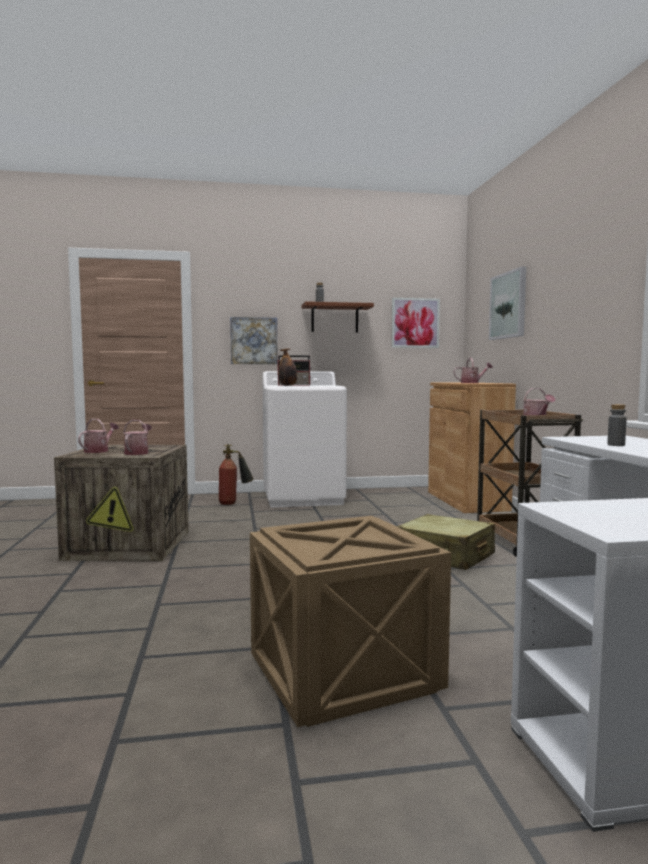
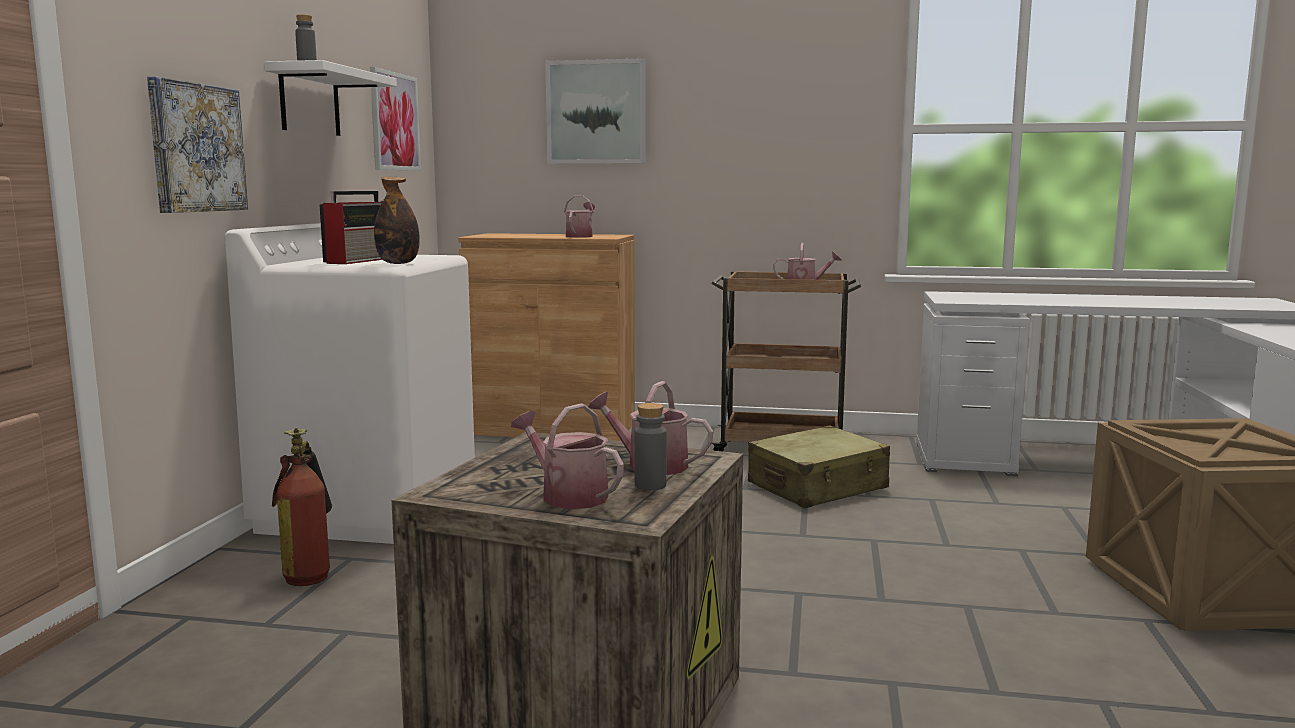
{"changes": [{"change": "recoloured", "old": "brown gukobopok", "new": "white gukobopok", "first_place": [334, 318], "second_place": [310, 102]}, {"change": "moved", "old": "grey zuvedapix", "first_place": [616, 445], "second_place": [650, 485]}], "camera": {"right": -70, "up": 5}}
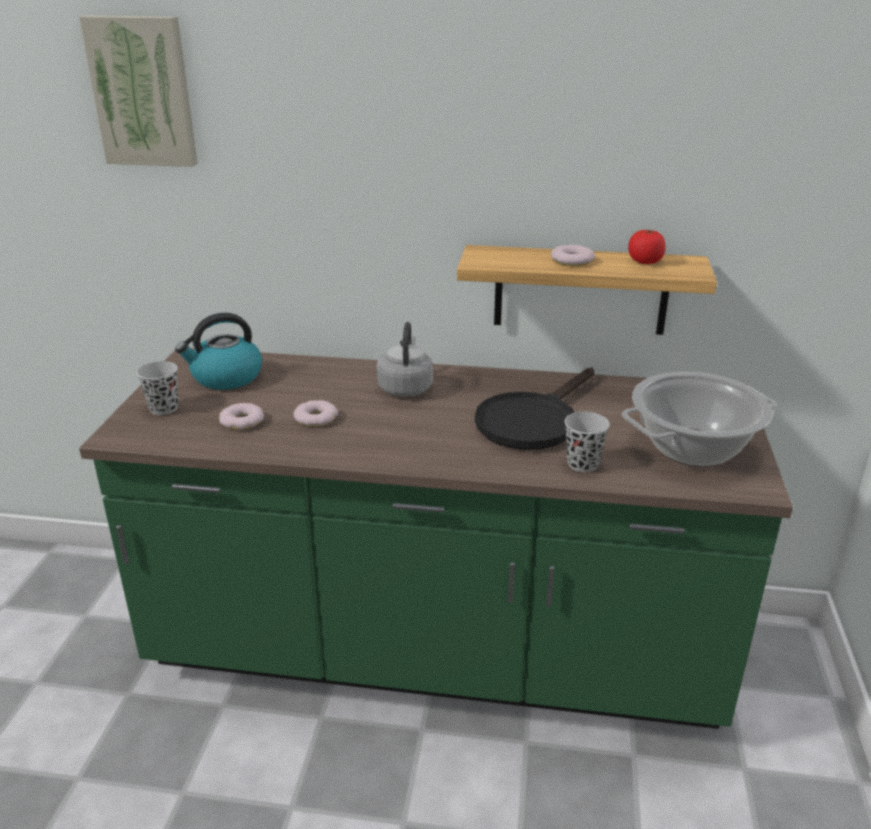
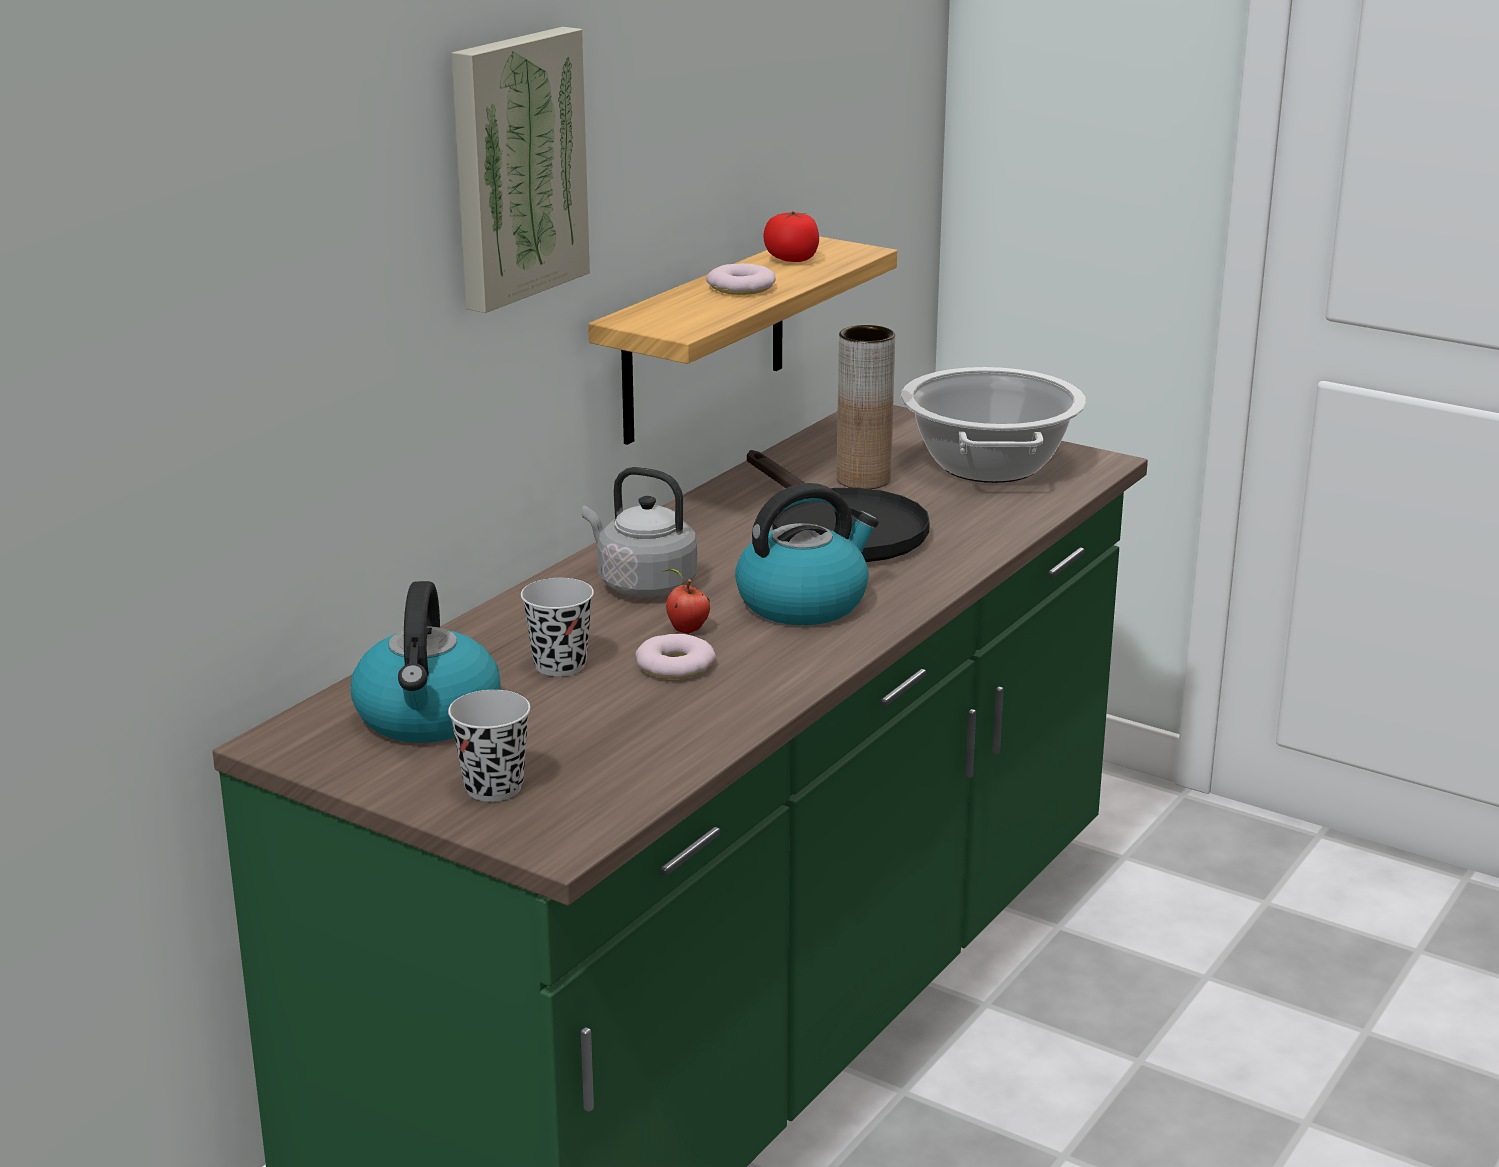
{"changes": [{"change": "moved", "old": "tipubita", "first_place": [143, 92], "second_place": [514, 166]}, {"change": "removed", "old": "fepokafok", "first_place": [242, 421]}, {"change": "moved", "old": "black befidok", "first_place": [582, 464], "second_place": [560, 665]}, {"change": "added", "new": "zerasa", "second_place": [685, 630]}, {"change": "added", "new": "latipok", "second_place": [804, 602]}, {"change": "added", "new": "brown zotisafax", "second_place": [863, 480]}], "camera": {"right": -65, "up": -5}}
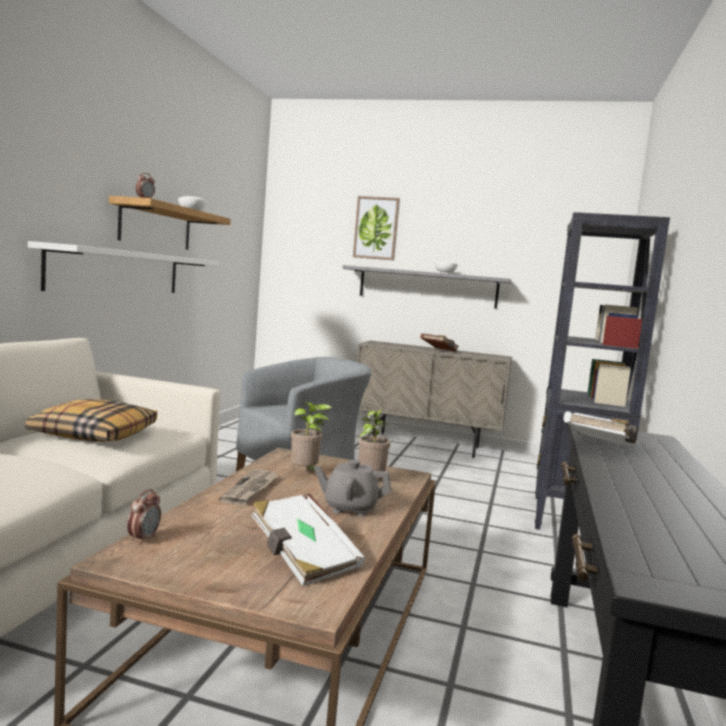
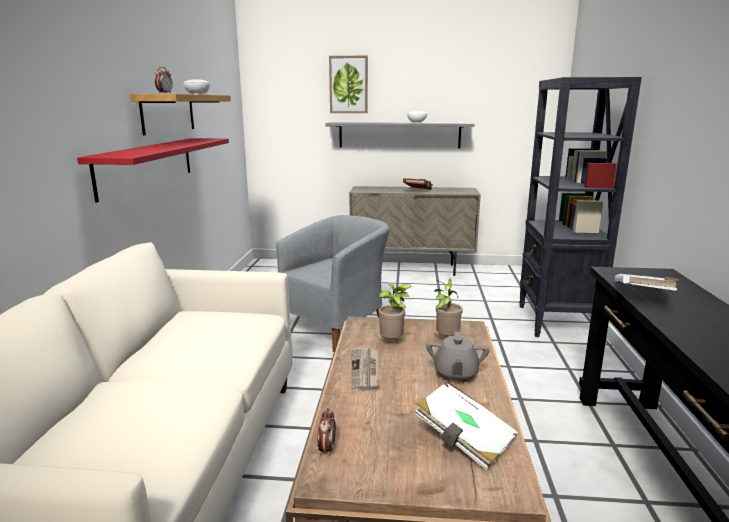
{"changes": [{"change": "removed", "old": "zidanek", "first_place": [94, 434]}, {"change": "recoloured", "old": "white gukobopok", "new": "red gukobopok", "first_place": [118, 271], "second_place": [148, 165]}, {"change": "turned", "old": "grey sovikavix", "first_place": [350, 508], "second_place": [455, 375], "degrees": -75}], "camera": {"right": -10, "up": 10}}
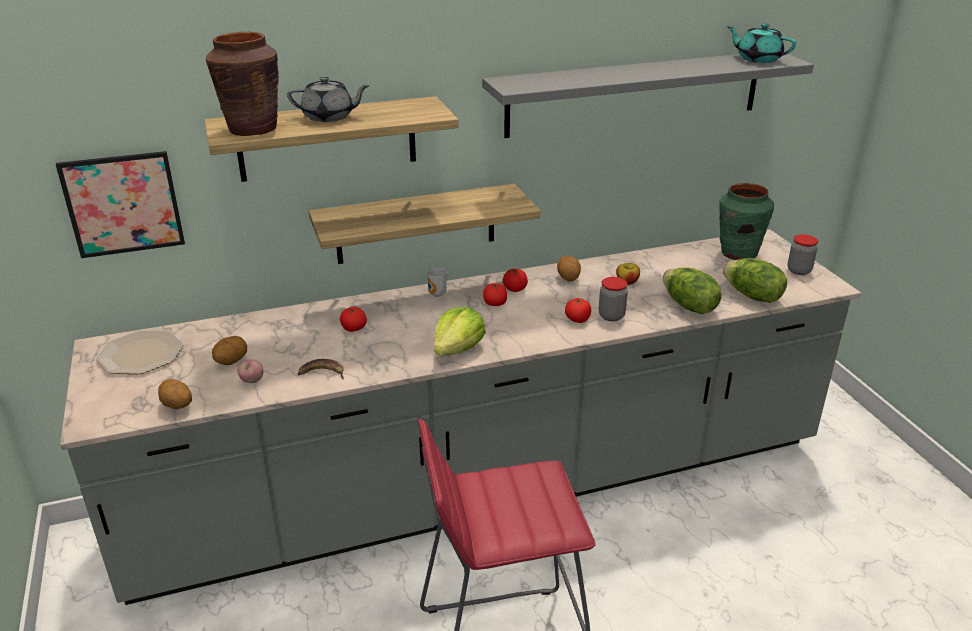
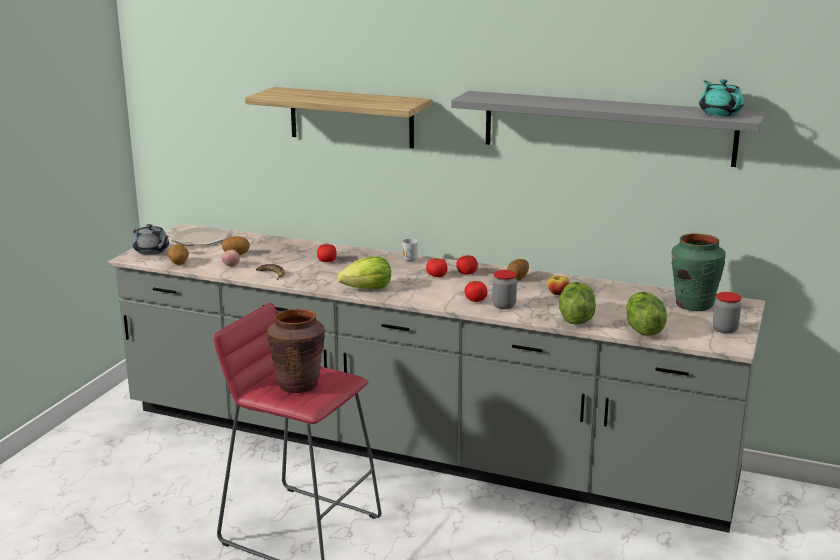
{"changes": [{"change": "removed", "old": "tipubita", "first_place": [123, 204]}, {"change": "moved", "old": "brown zotisafax", "first_place": [252, 129], "second_place": [298, 385]}, {"change": "moved", "old": "grey sovikavix", "first_place": [329, 117], "second_place": [152, 251]}, {"change": "removed", "old": "gukobopok", "first_place": [416, 224]}], "camera": {"right": 40, "up": -10}}
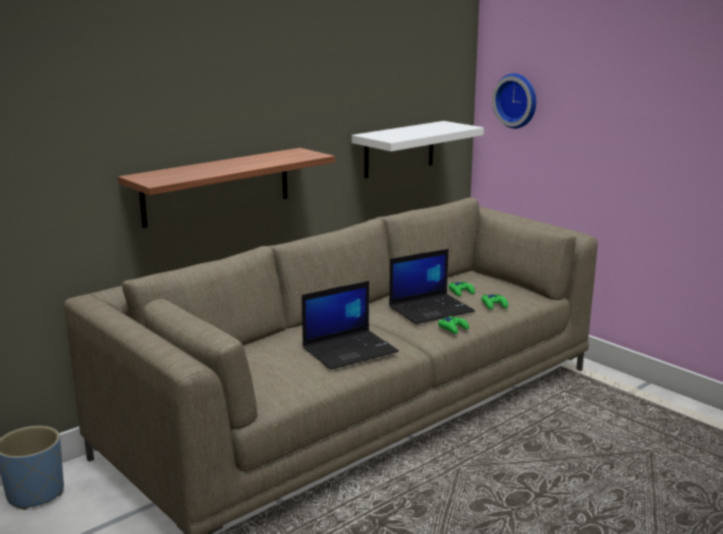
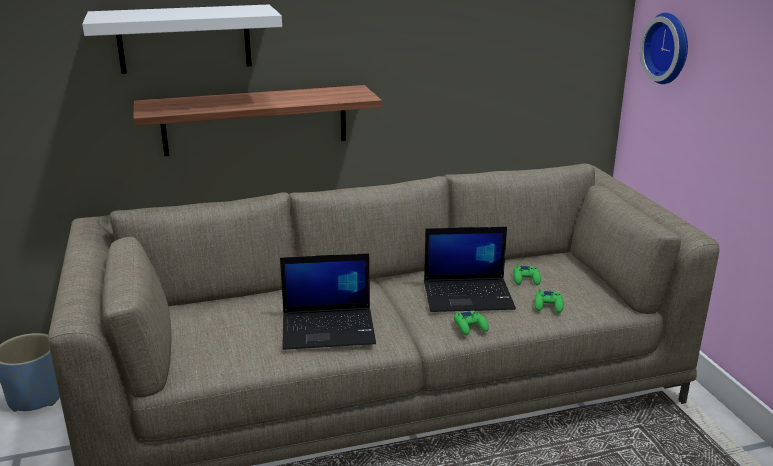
{"changes": [{"change": "moved", "old": "white gukobopok", "first_place": [399, 149], "second_place": [184, 39]}], "camera": {"right": 25, "up": 5}}
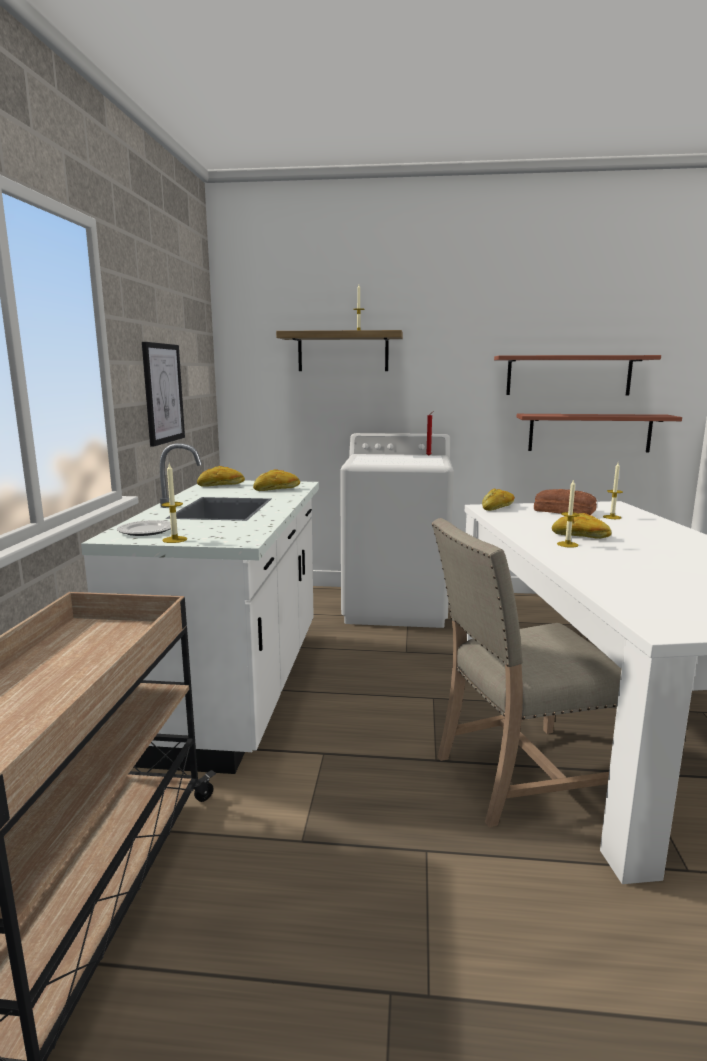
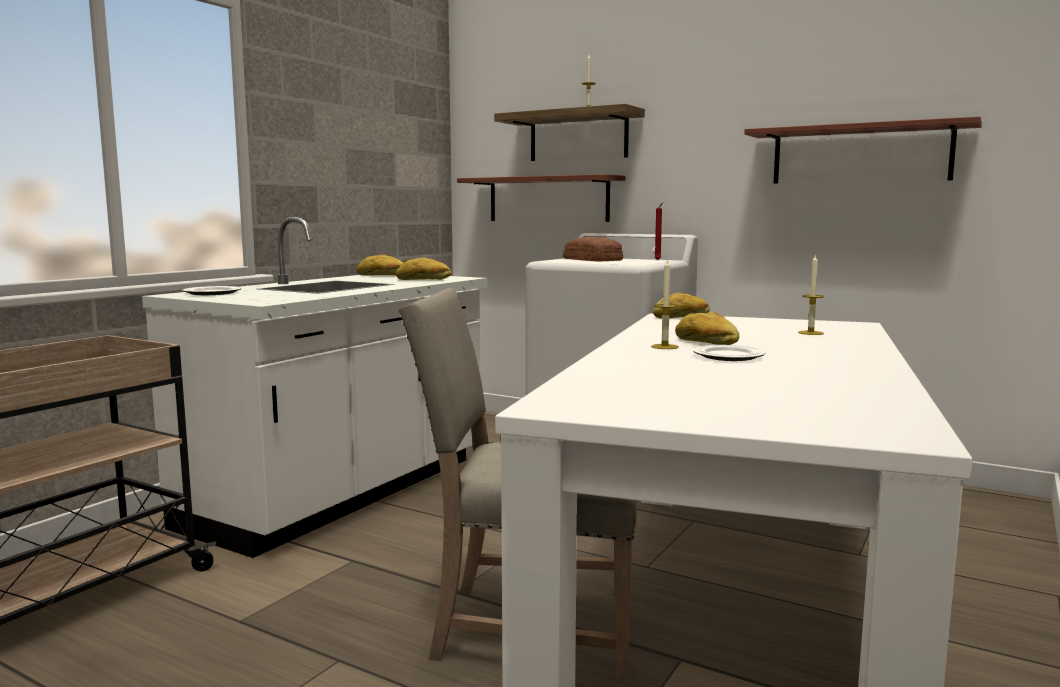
{"changes": [{"change": "removed", "old": "tipubita", "first_place": [163, 393]}, {"change": "removed", "old": "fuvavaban", "first_place": [174, 539]}, {"change": "moved", "old": "gukobopok", "first_place": [589, 432], "second_place": [548, 199]}, {"change": "moved", "old": "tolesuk", "first_place": [564, 511], "second_place": [593, 259]}, {"change": "added", "new": "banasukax", "second_place": [728, 356]}], "camera": {"right": 25, "up": -5}}
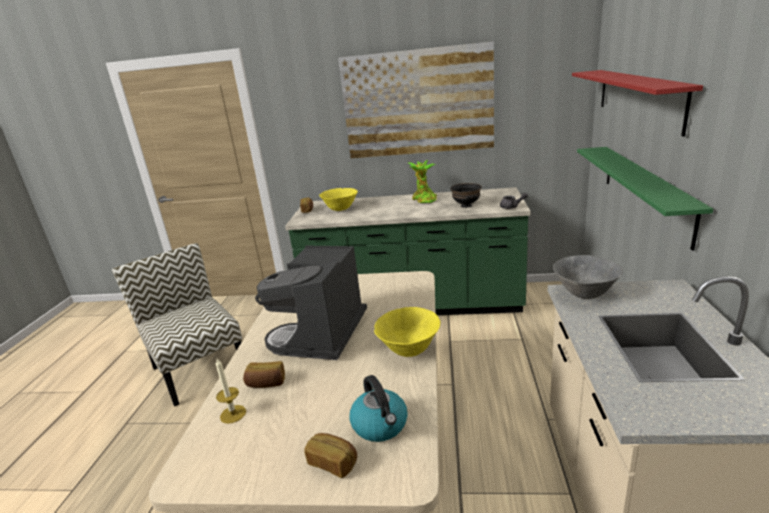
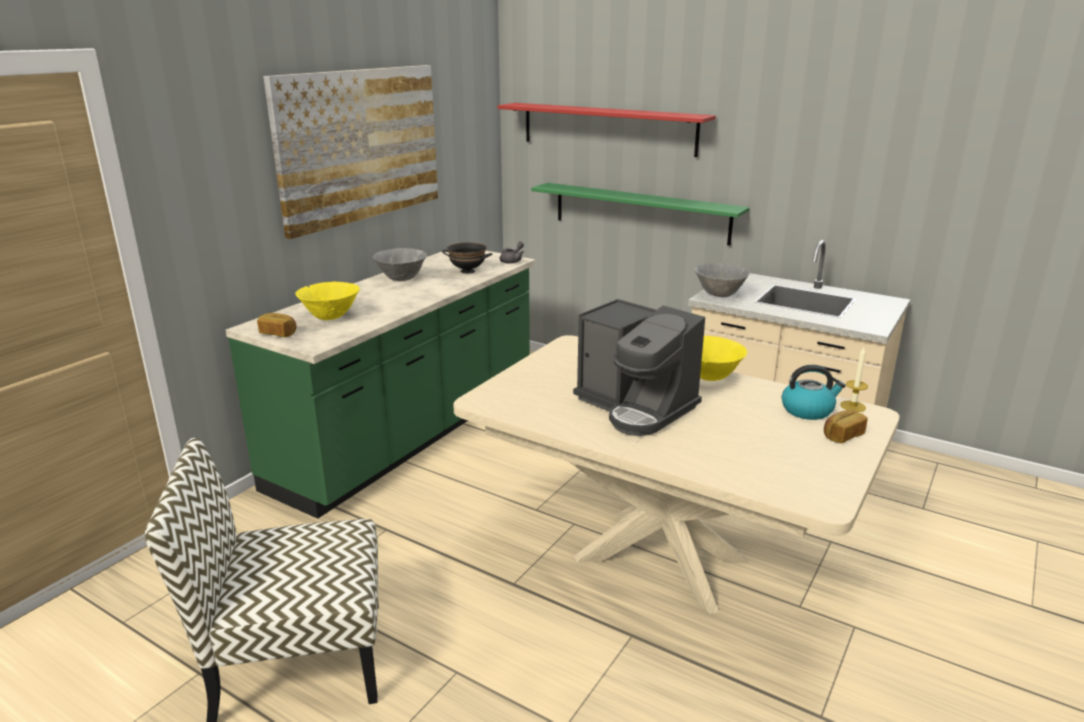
{"changes": [{"change": "moved", "old": "fuvavaban", "first_place": [233, 414], "second_place": [853, 406]}, {"change": "removed", "old": "tolesuk", "first_place": [266, 383]}, {"change": "replaced", "old": "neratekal", "new": "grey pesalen", "first_place": [423, 199], "second_place": [402, 279]}], "camera": {"right": -65, "up": 0}}
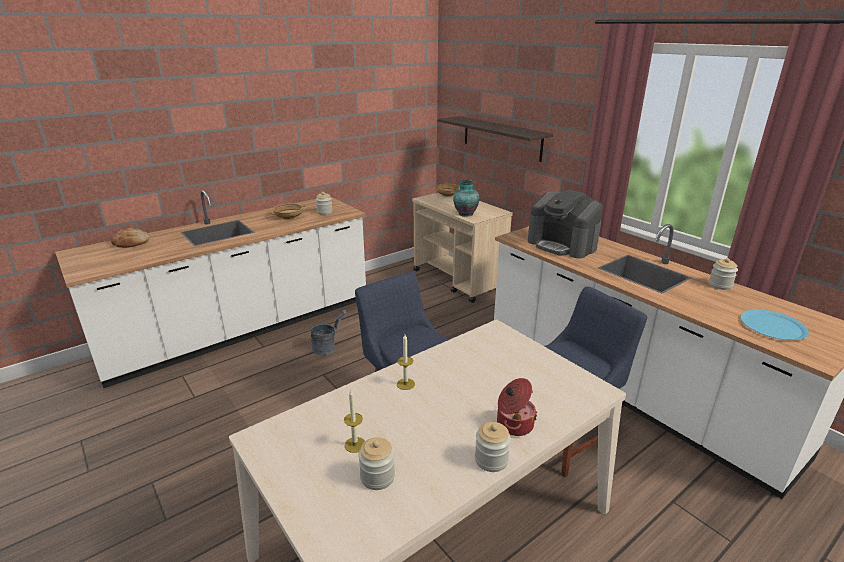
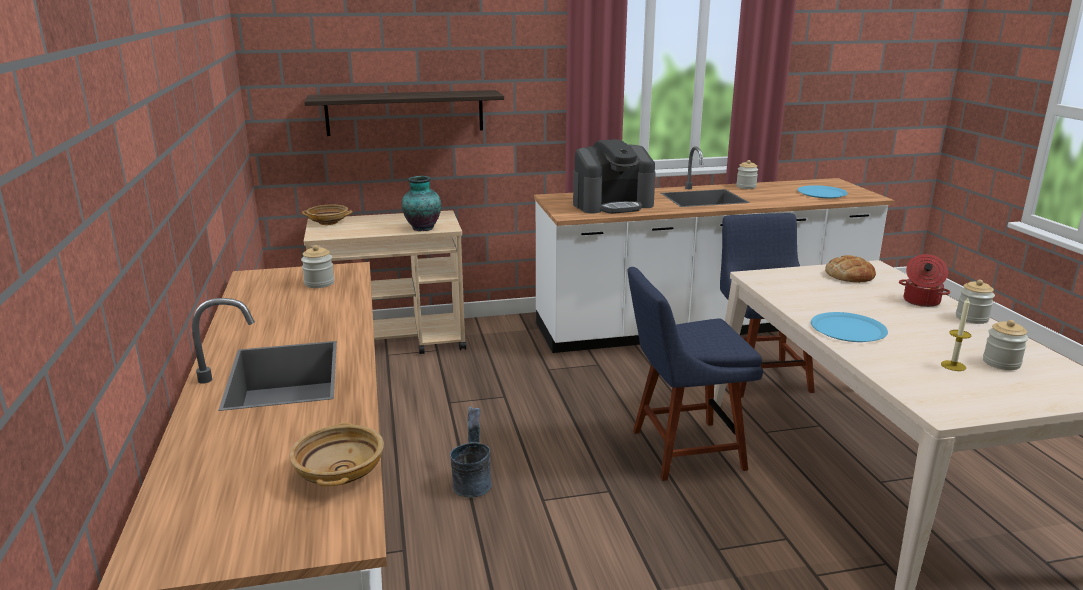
{"changes": [{"change": "moved", "old": "tolesuk", "first_place": [131, 242], "second_place": [849, 275]}, {"change": "moved", "old": "beige pesalen", "first_place": [289, 217], "second_place": [339, 472]}, {"change": "replaced", "old": "fuvavaban", "new": "blue banasukax", "first_place": [405, 384], "second_place": [848, 329]}], "camera": {"right": -65, "up": -5}}
